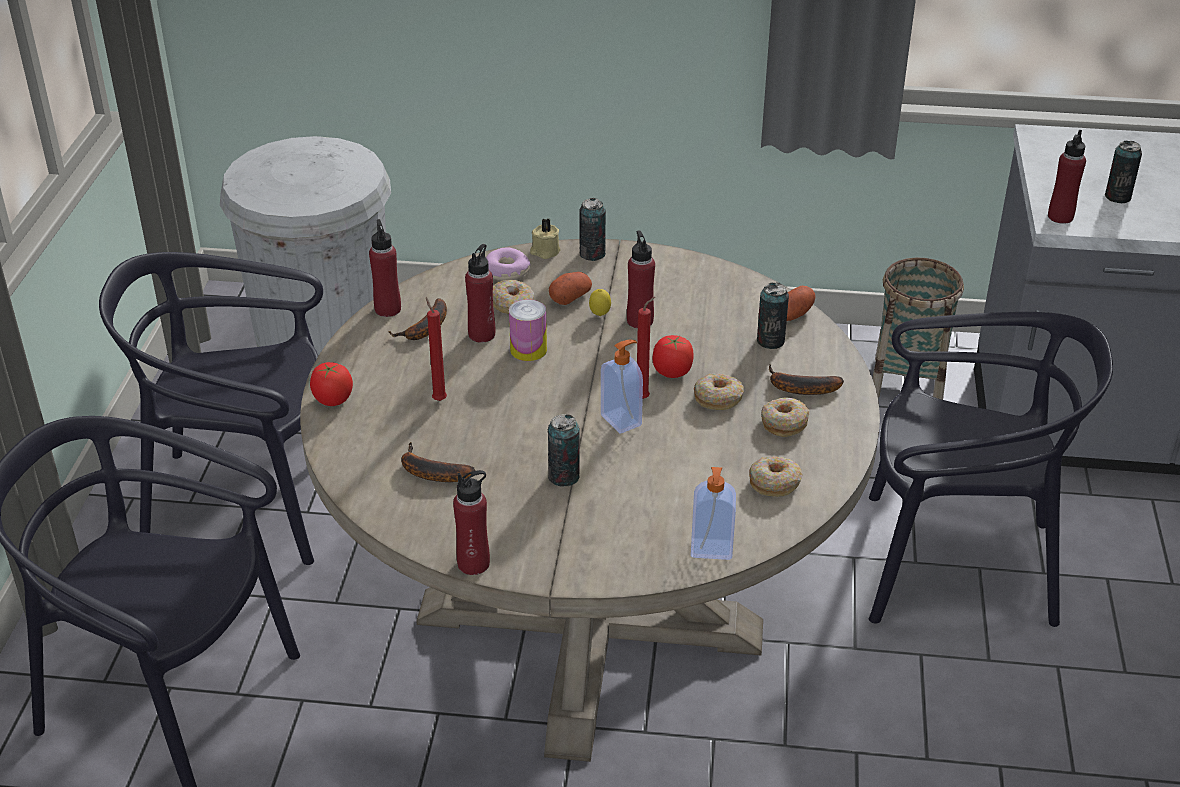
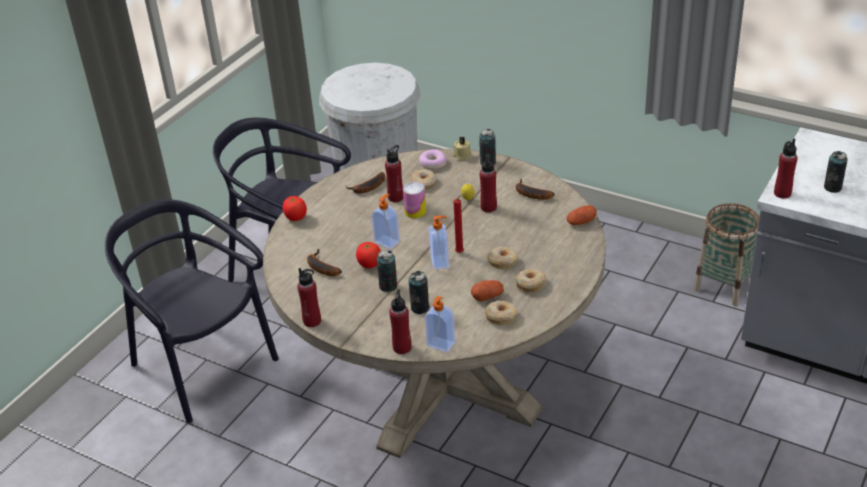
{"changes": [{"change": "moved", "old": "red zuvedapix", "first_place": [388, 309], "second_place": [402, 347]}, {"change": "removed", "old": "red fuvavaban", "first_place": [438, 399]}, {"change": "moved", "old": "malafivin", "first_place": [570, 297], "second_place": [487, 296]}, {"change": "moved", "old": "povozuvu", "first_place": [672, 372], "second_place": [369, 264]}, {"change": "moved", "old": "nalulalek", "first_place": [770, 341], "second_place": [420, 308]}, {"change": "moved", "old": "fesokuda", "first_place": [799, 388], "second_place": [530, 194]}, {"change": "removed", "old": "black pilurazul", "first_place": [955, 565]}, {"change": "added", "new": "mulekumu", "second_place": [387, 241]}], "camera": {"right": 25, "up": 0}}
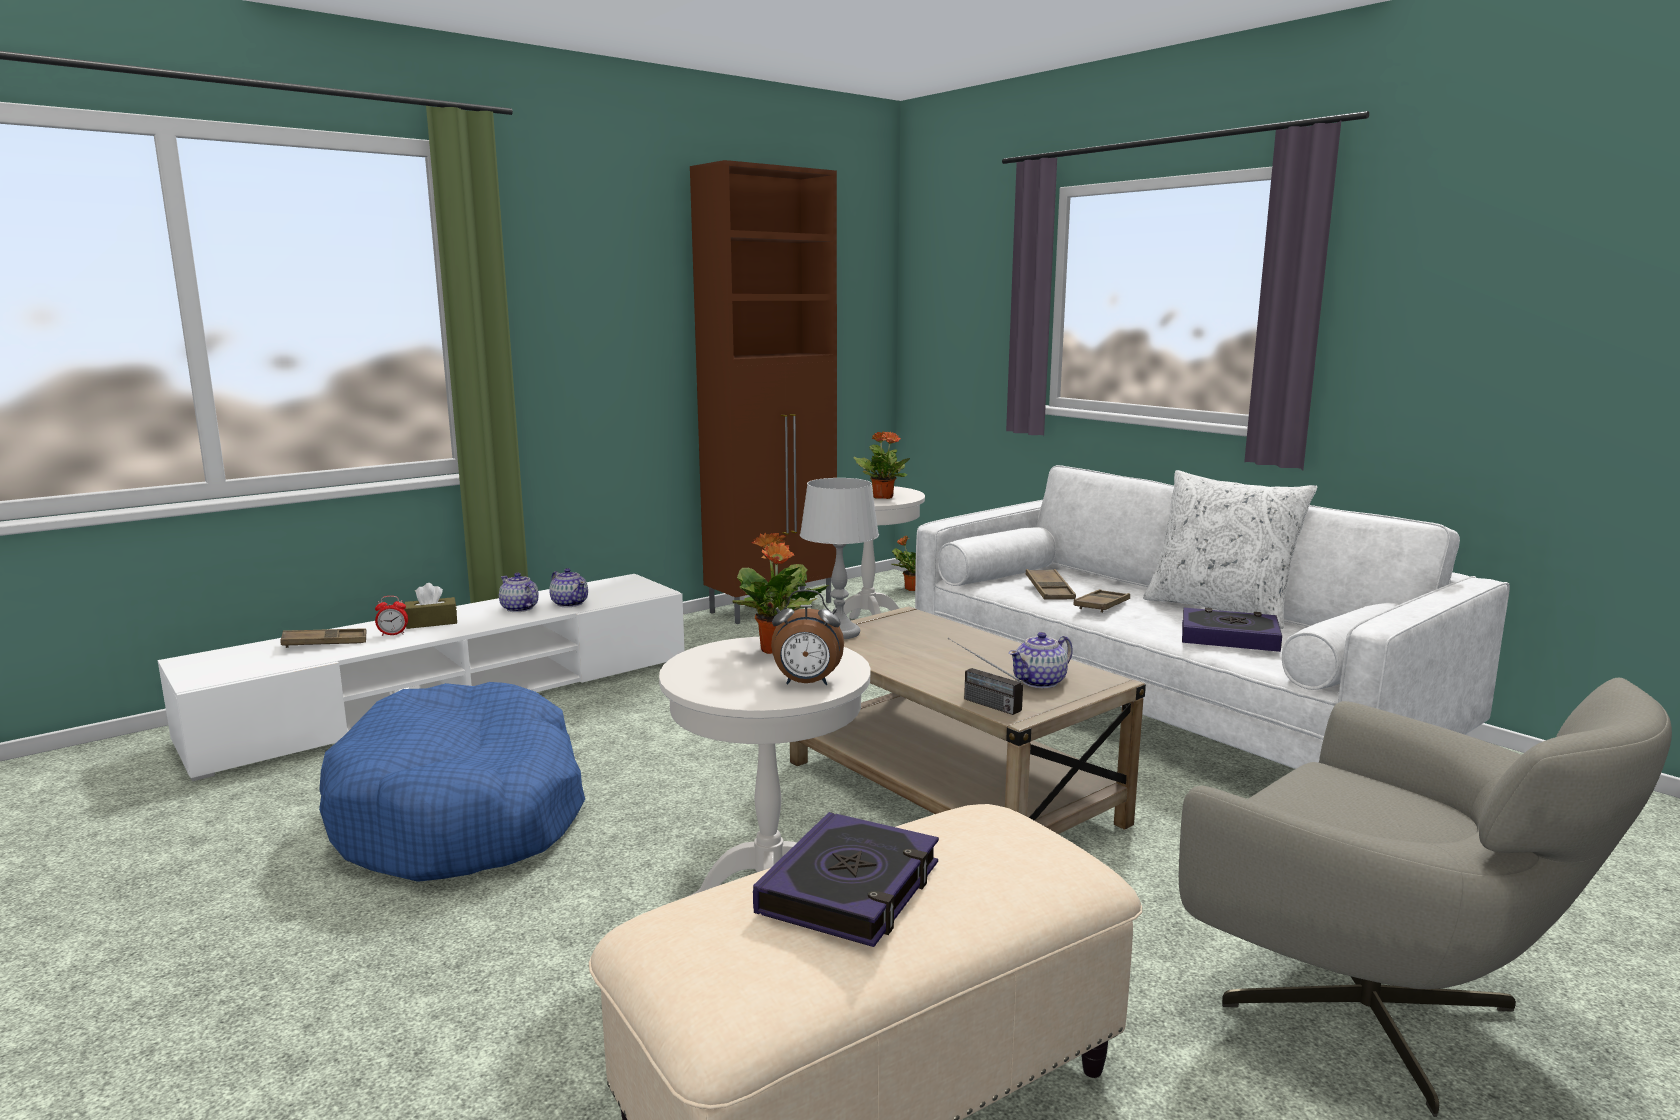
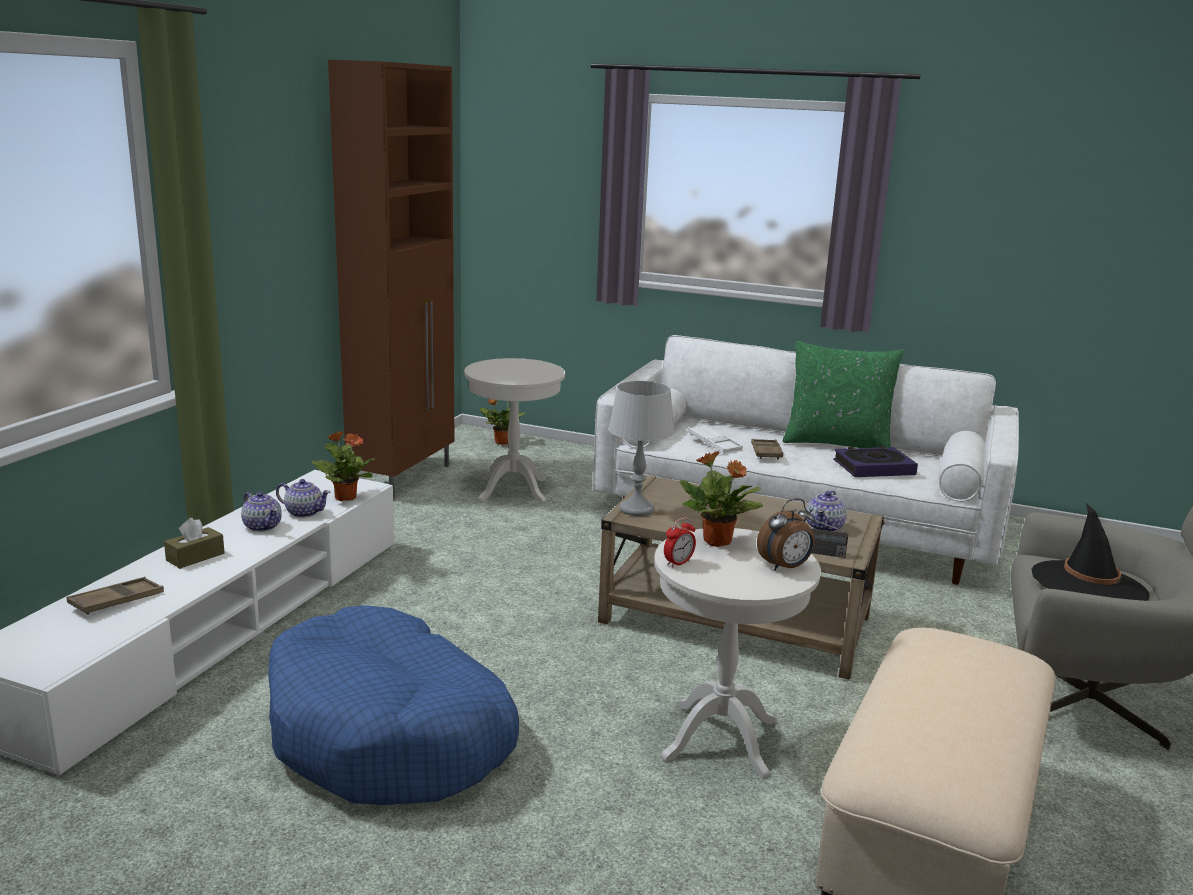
{"changes": [{"change": "moved", "old": "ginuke", "first_place": [393, 634], "second_place": [678, 563]}, {"change": "turned", "old": "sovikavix", "first_place": [519, 609], "second_place": [262, 526], "degrees": -150}, {"change": "removed", "old": "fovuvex", "first_place": [850, 889]}, {"change": "moved", "old": "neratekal", "first_place": [882, 497], "second_place": [345, 497]}, {"change": "recoloured", "old": "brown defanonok", "new": "white defanonok", "first_place": [1049, 590], "second_place": [714, 443]}, {"change": "recoloured", "old": "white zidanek", "new": "green zidanek", "first_place": [1220, 609], "second_place": [836, 443]}, {"change": "added", "new": "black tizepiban", "second_place": [1088, 584]}], "camera": {"right": -30, "up": 5}}
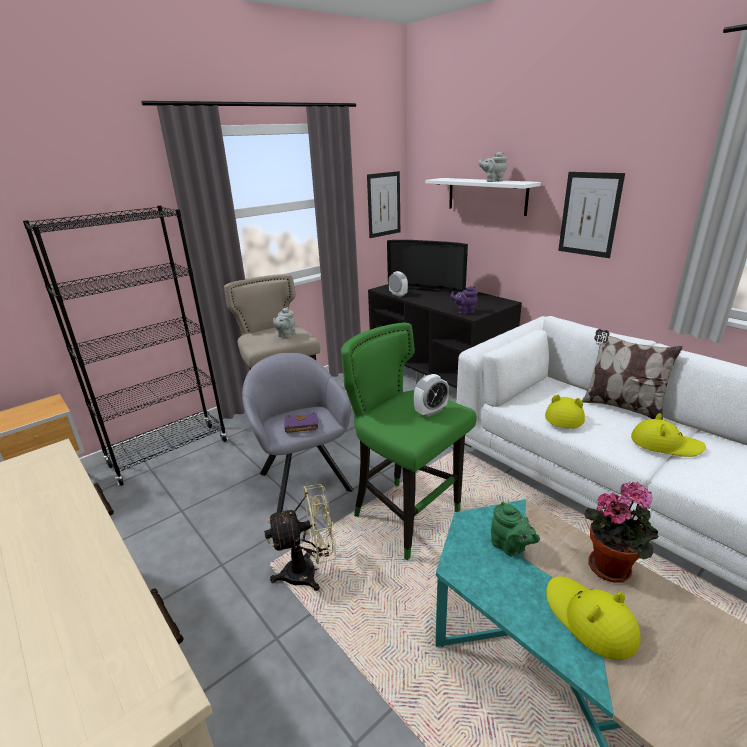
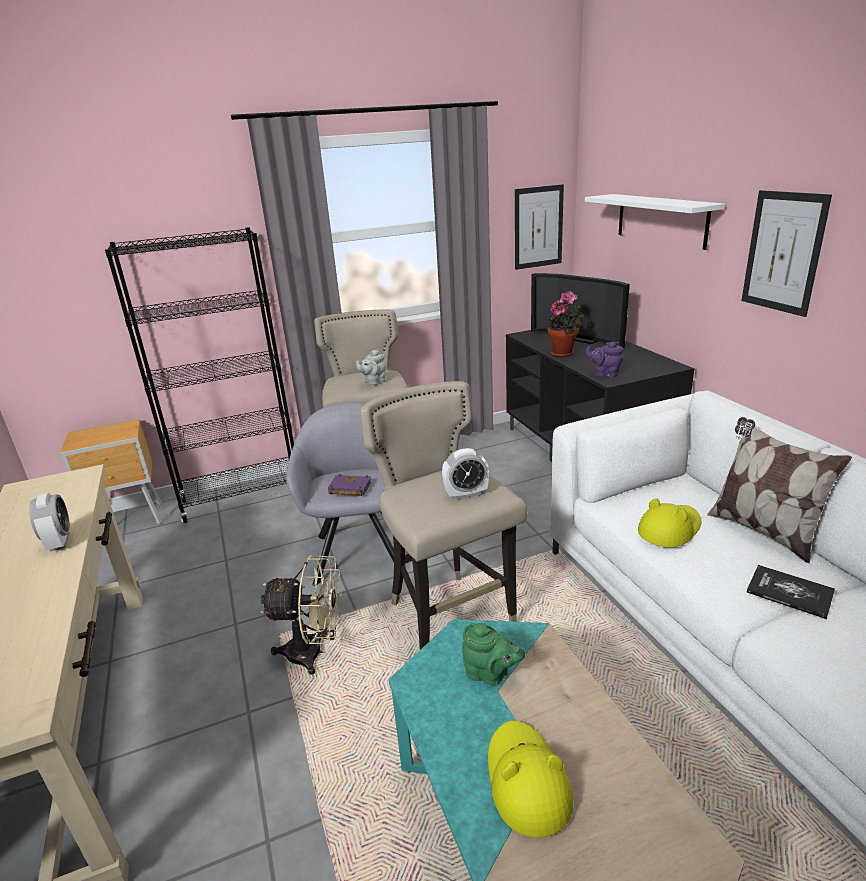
{"changes": [{"change": "recoloured", "old": "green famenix", "new": "beige famenix", "first_place": [407, 517], "second_place": [450, 618]}, {"change": "moved", "old": "ginuke", "first_place": [398, 294], "second_place": [59, 542]}, {"change": "removed", "old": "grey sovikavix", "first_place": [492, 181]}, {"change": "turned", "old": "green sovikavix", "first_place": [510, 547], "second_place": [490, 674], "degrees": -45}, {"change": "moved", "old": "neratekal", "first_place": [612, 566], "second_place": [564, 353]}, {"change": "replaced", "old": "yellow tizepiban", "new": "fovuvex", "first_place": [665, 444], "second_place": [789, 592]}], "camera": {"right": 20, "up": 0}}
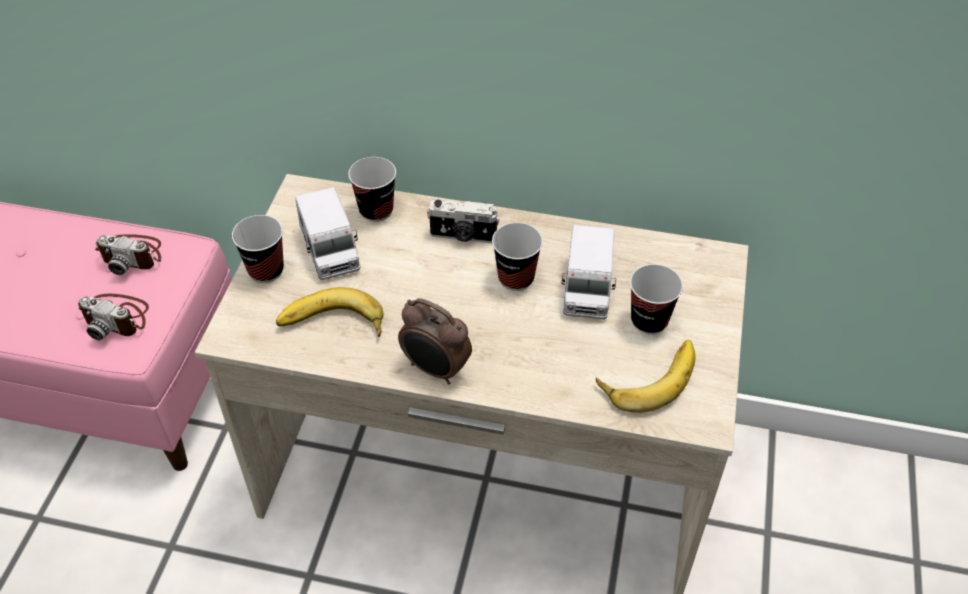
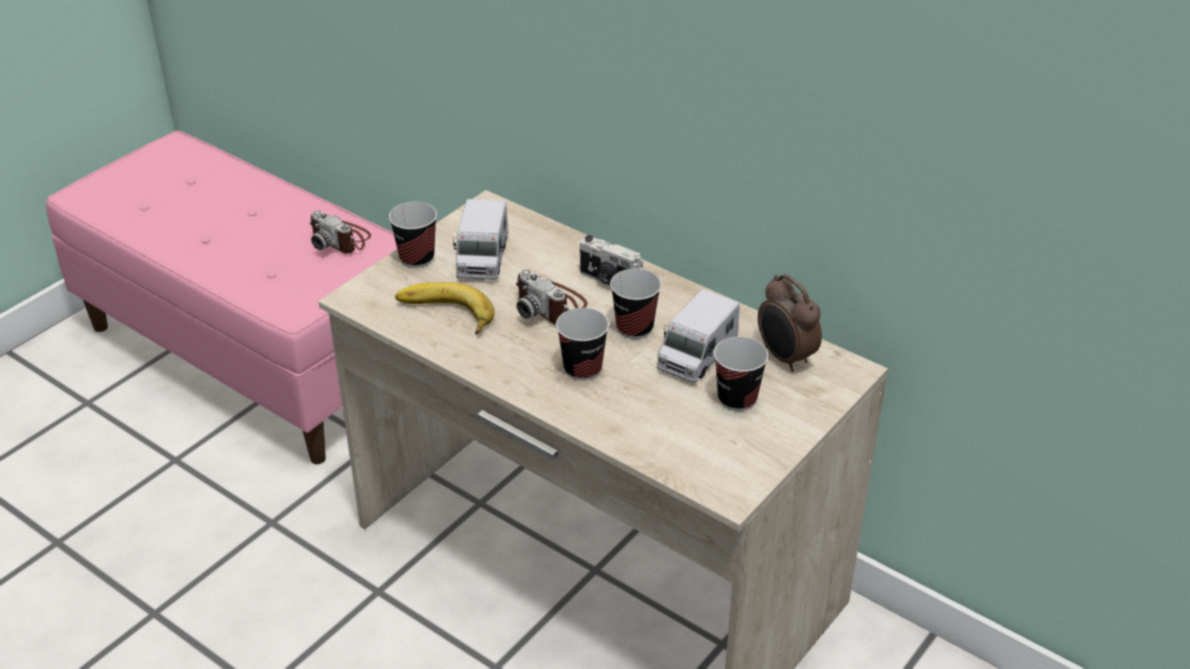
{"changes": [{"change": "moved", "old": "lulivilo", "first_place": [117, 317], "second_place": [551, 305]}, {"change": "moved", "old": "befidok", "first_place": [376, 210], "second_place": [582, 369]}, {"change": "moved", "old": "ginuke", "first_place": [435, 369], "second_place": [784, 358]}, {"change": "removed", "old": "fesokuda", "first_place": [648, 376]}], "camera": {"right": 25, "up": -10}}
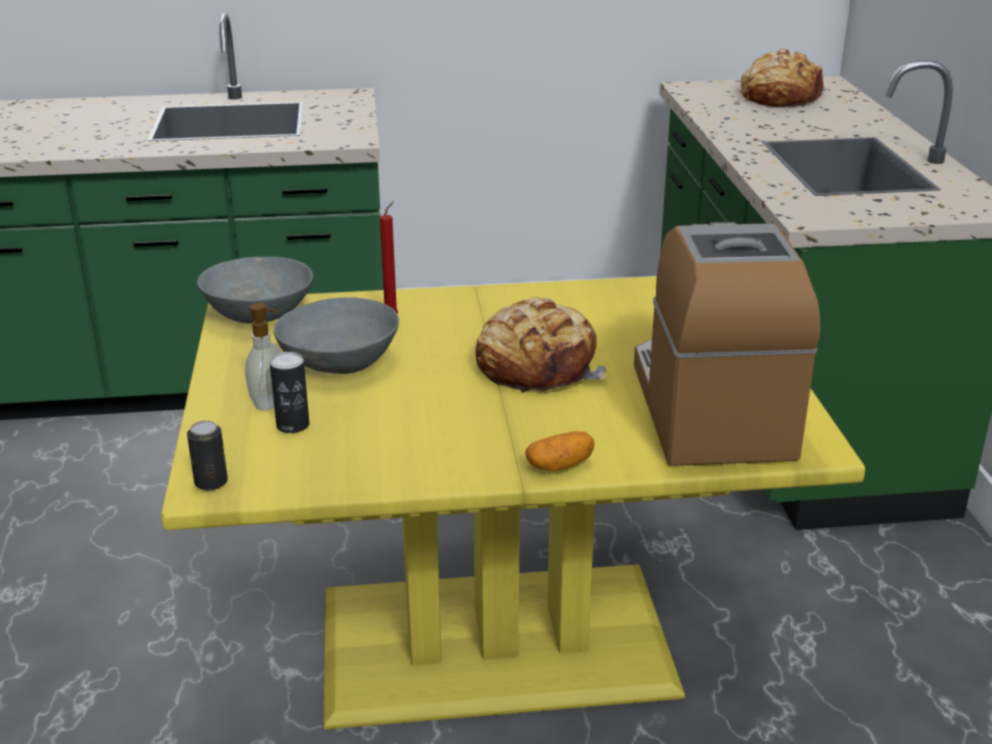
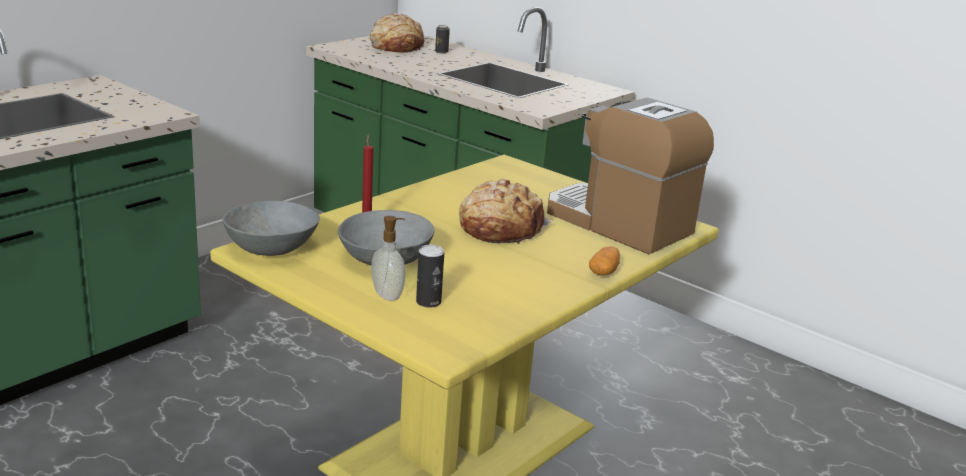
{"changes": [{"change": "moved", "old": "nalulalek", "first_place": [211, 483], "second_place": [441, 52]}], "camera": {"right": -45, "up": -5}}
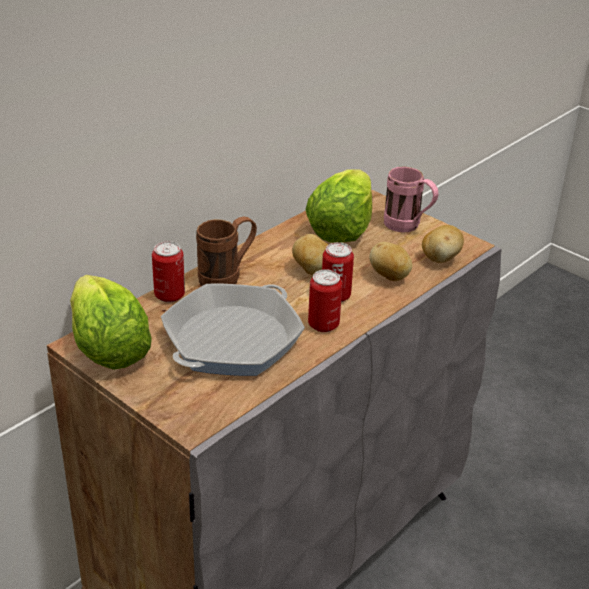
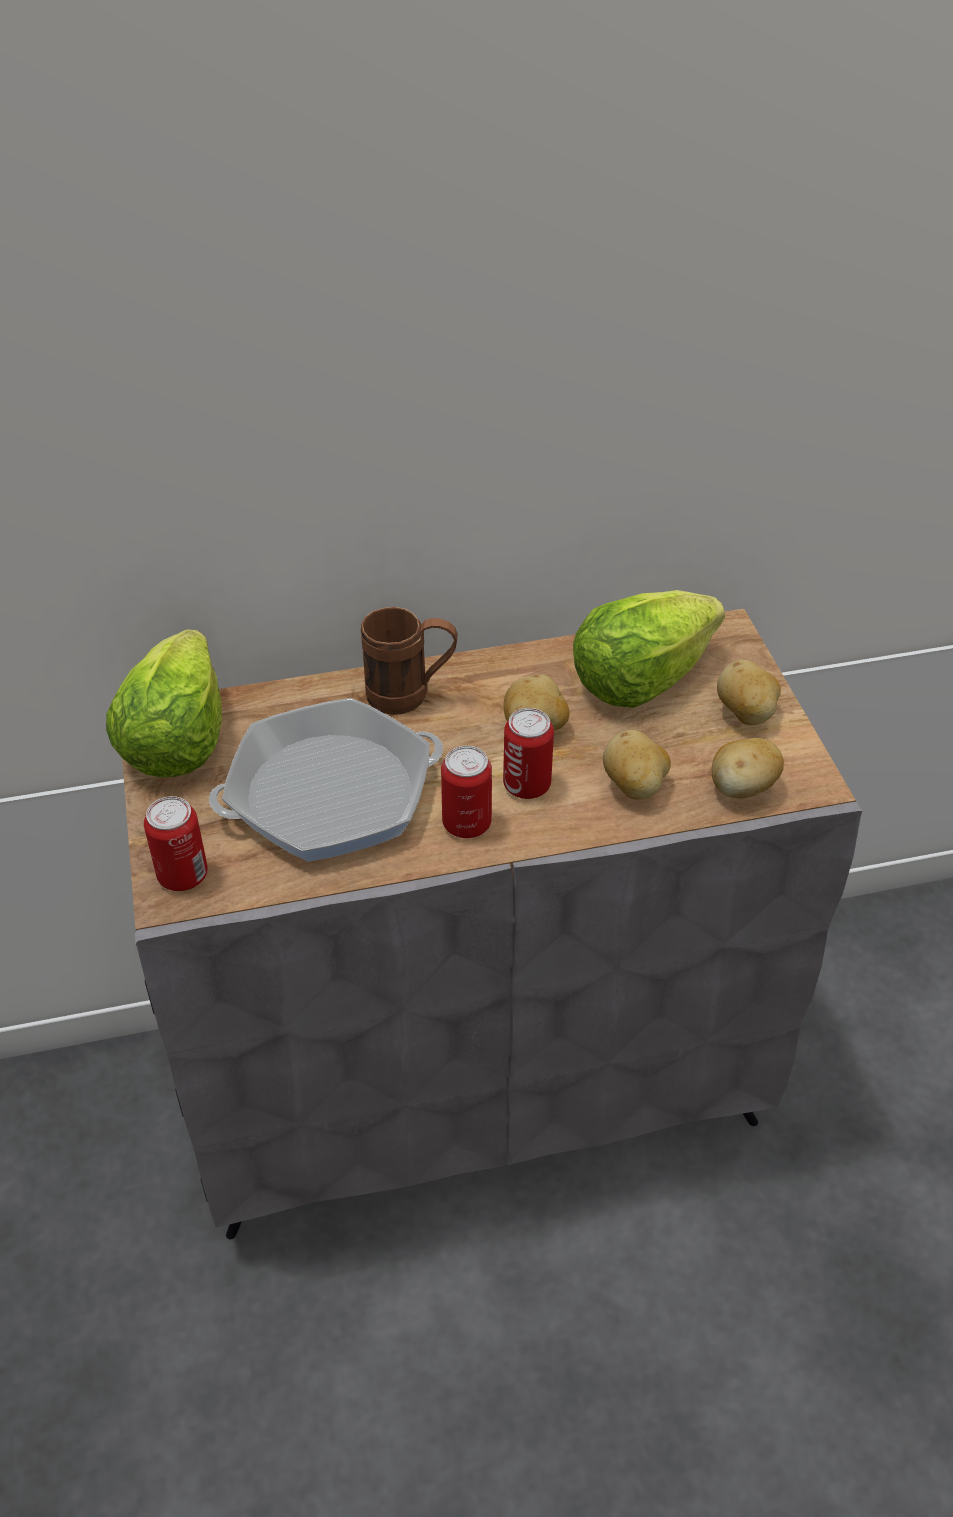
{"changes": [{"change": "moved", "old": "nalulalek", "first_place": [169, 295], "second_place": [183, 875]}, {"change": "replaced", "old": "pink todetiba", "new": "malafivin", "first_place": [408, 227], "second_place": [746, 714]}], "camera": {"right": 35, "up": 10}}
